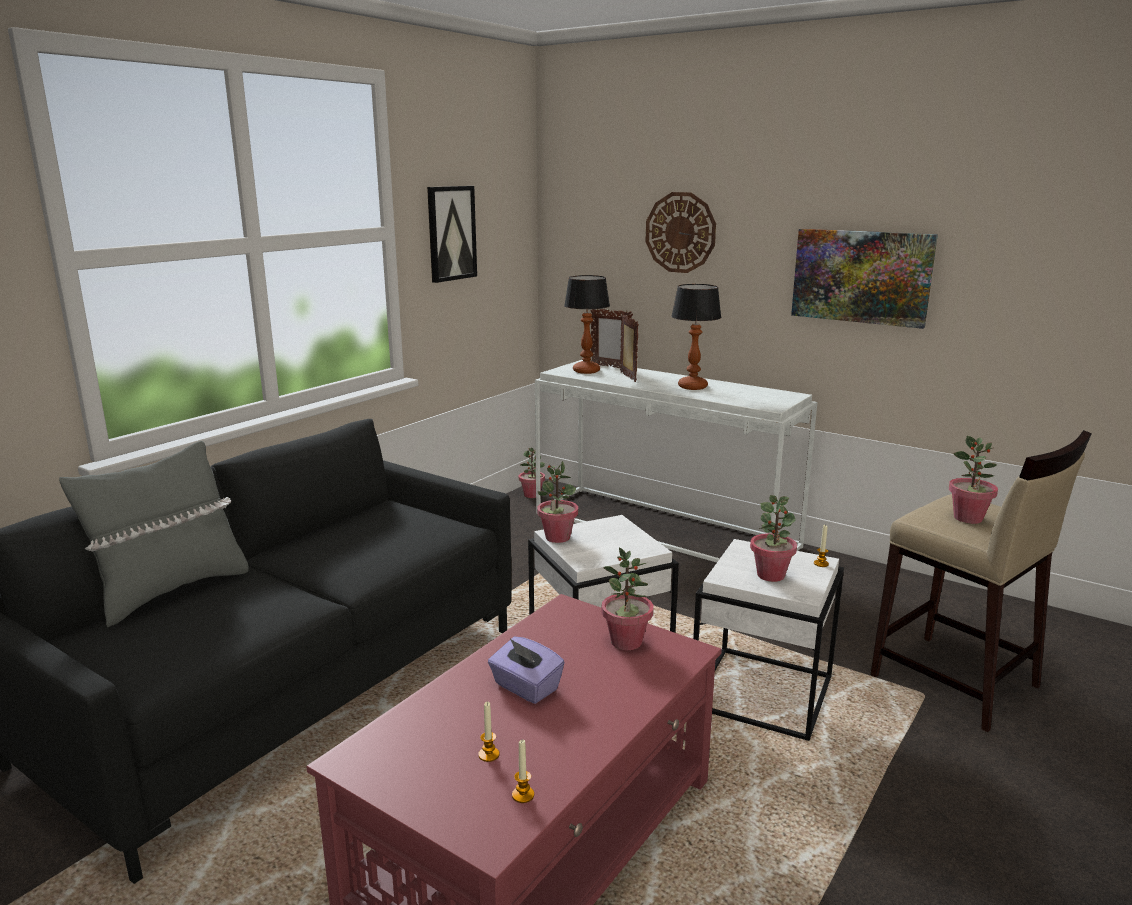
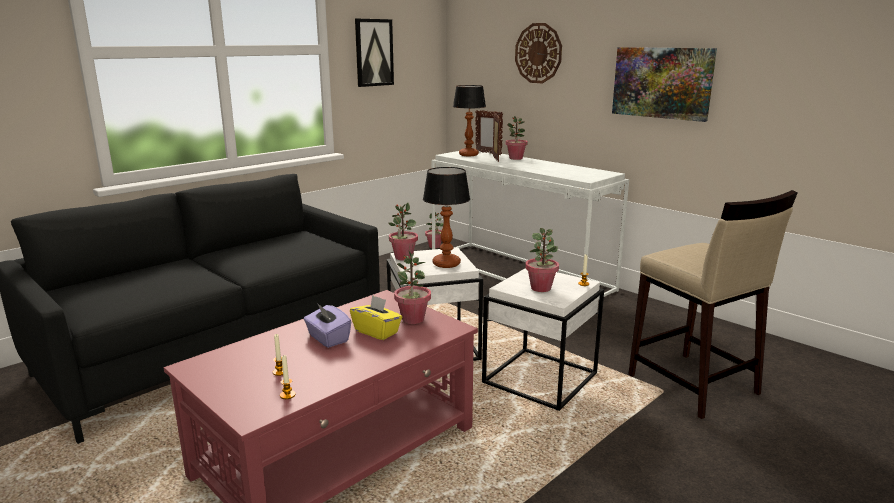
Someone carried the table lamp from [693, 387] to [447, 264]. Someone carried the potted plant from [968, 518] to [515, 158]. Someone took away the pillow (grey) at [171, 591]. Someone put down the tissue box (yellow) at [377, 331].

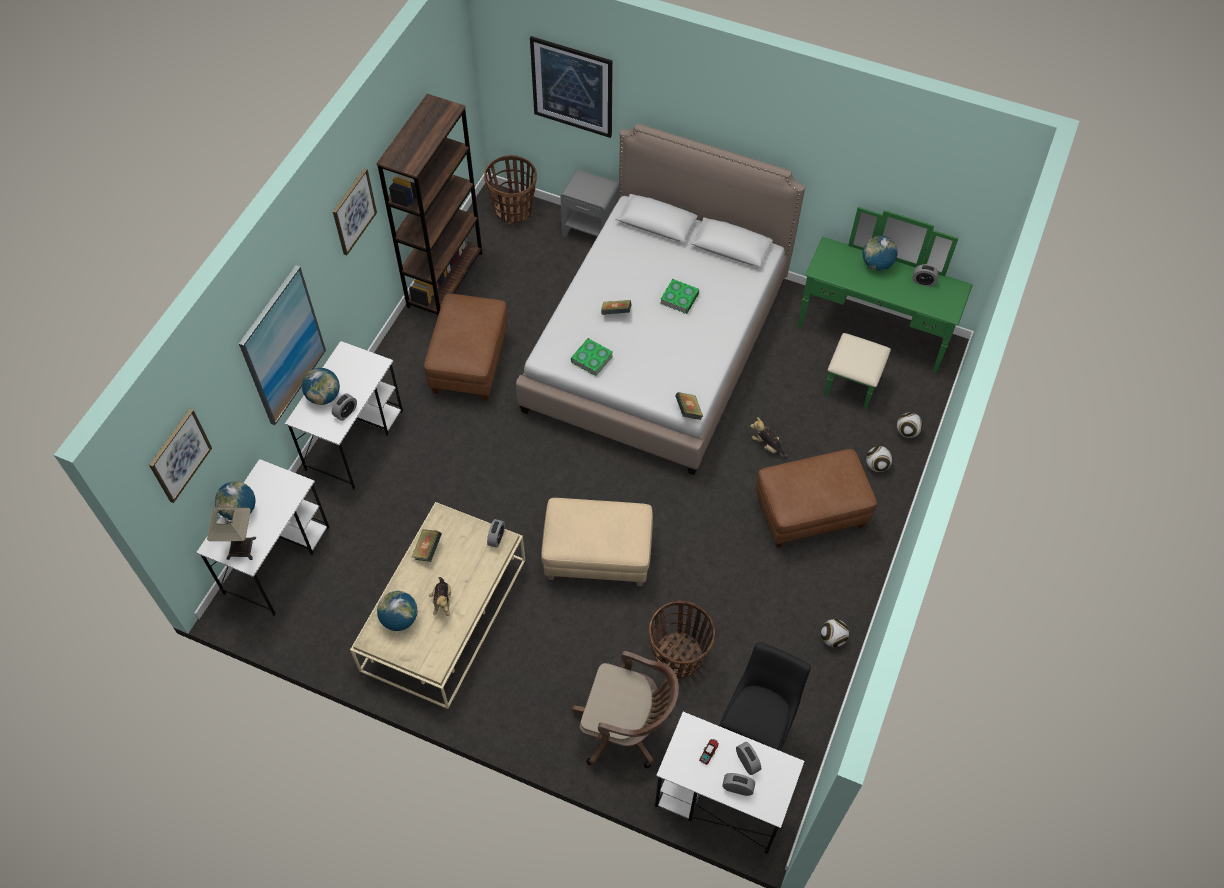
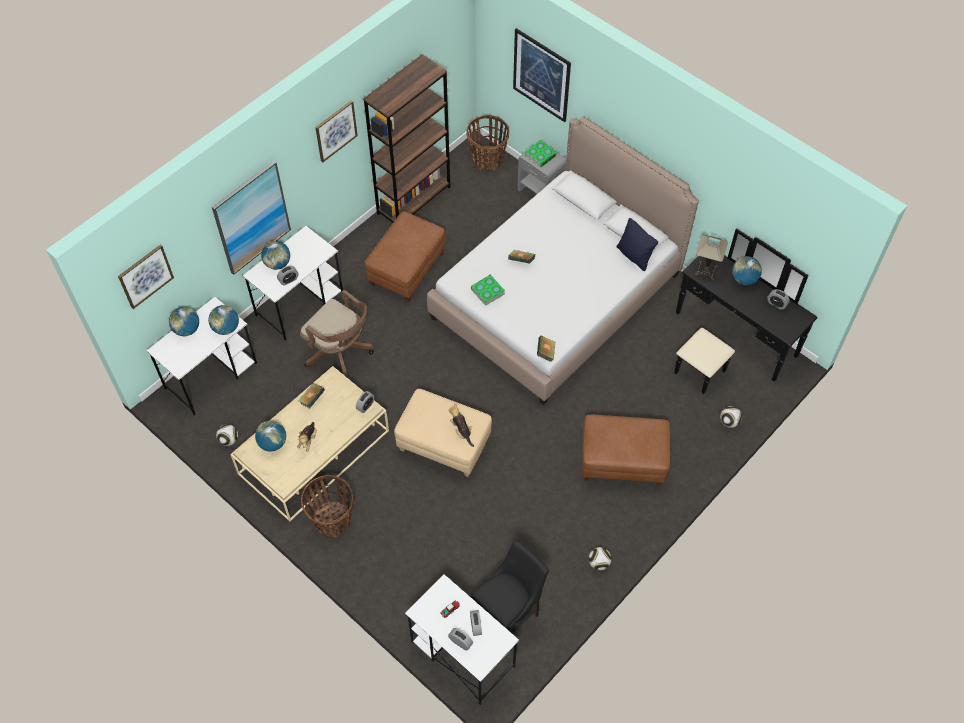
Someone repainted the dresser (green) at [869, 344], which became the dresser (black) at [728, 343]. Someone carried the book from [679, 298] to [540, 155]. Someone carried the plush toy from [767, 446] to [461, 431]. Someone carried the football from [877, 465] to [229, 440]. Someone carried the table lamp from [241, 548] to [706, 270]. Someone carried the basket from [678, 656] to [332, 520]. Someone carried the office chair (brown) from [626, 728] to [340, 353]. Someone put down the pillow (black) at [634, 256]. Someone put down the globe at [226, 328].

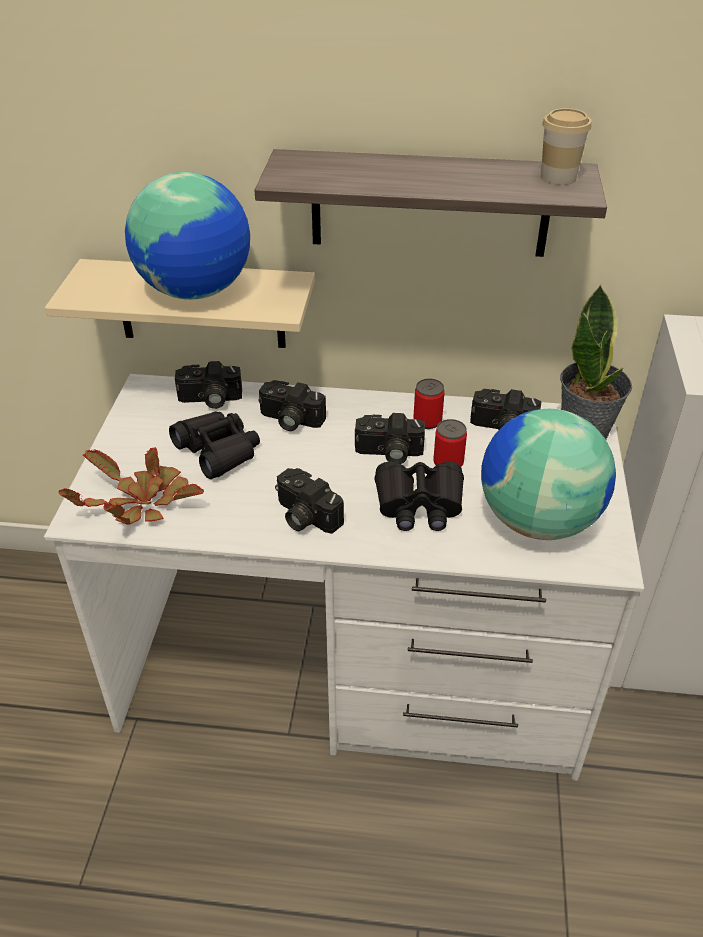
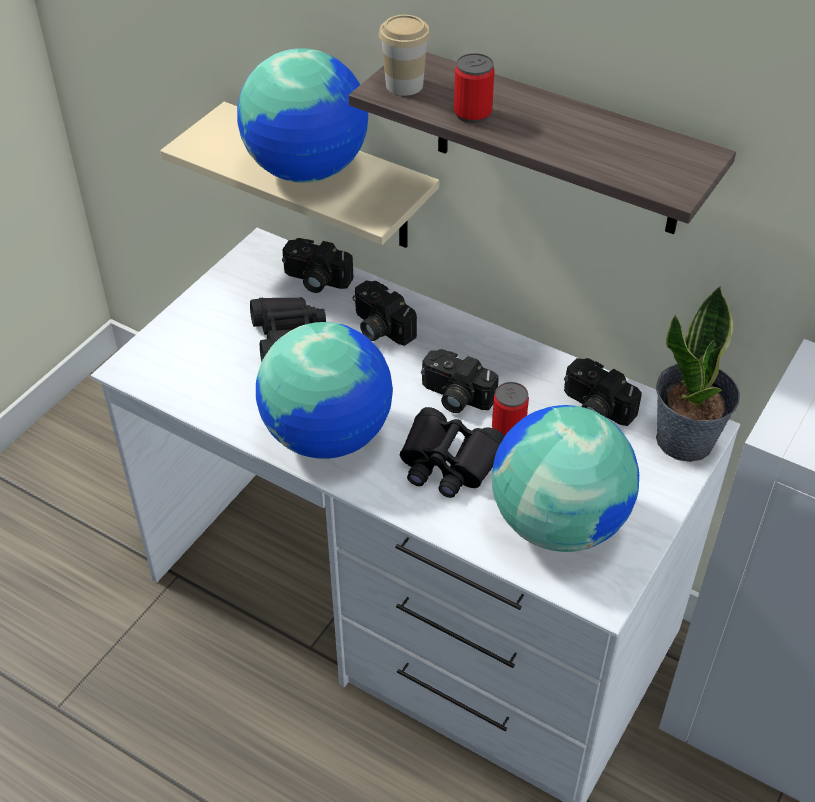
Someone carried the cup from [558, 178] to [404, 85]. Someone carried the can from [427, 421] to [472, 113]. Someone took away the potted plant at [141, 503]. Someone swapped the photo camera at [304, 516] for the globe at [328, 436].

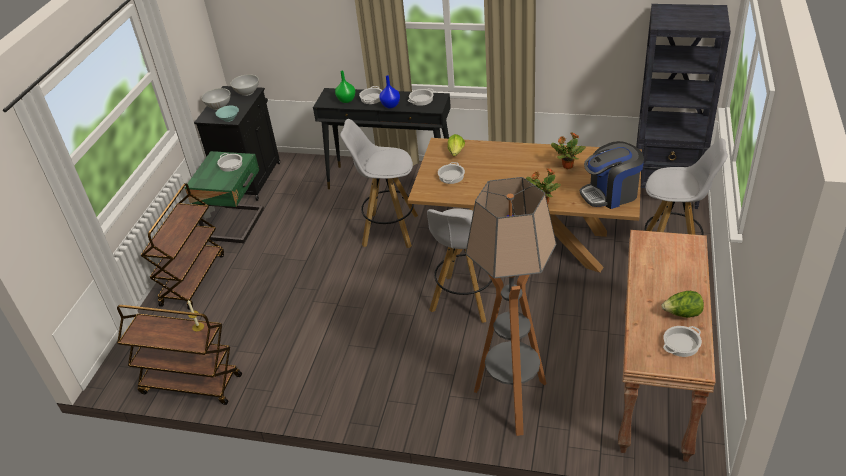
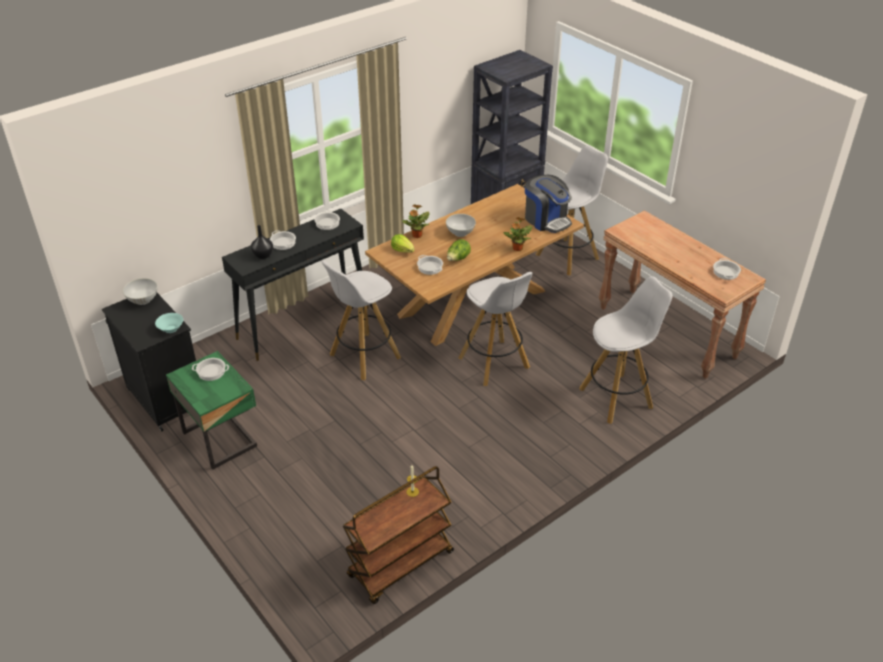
Someone repainted the vase (green) at [347, 100], which became the vase (black) at [263, 255]. Someone took away the vase (blue) at [391, 105]. Someone carried the bowl (white) from [219, 106] to [460, 233]. Someone carried the potted plant from [567, 166] to [416, 235]. Someone rotated the coffee machine at [610, 194] by 60 degrees counterclockwise. Someone swapped the floor lamp at [512, 401] for the stool (white) at [617, 398]. Someone took away the cart (brown) at [193, 279]. Someone carried the lettuce from [682, 314] to [458, 259].

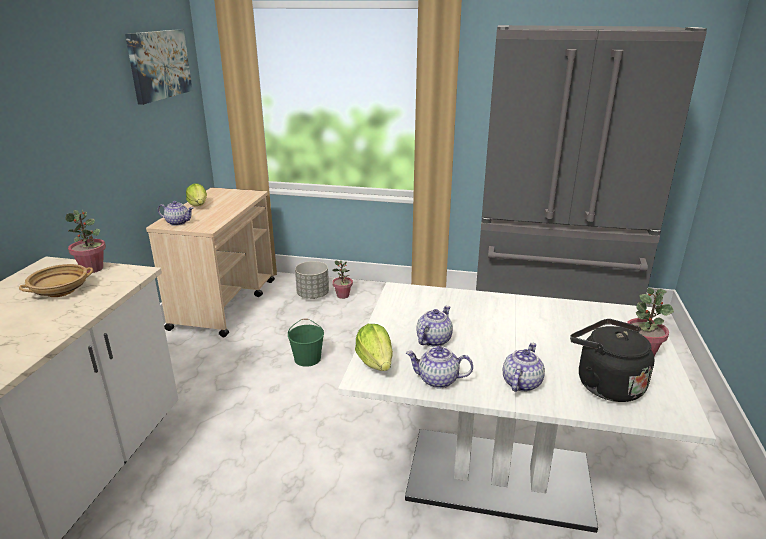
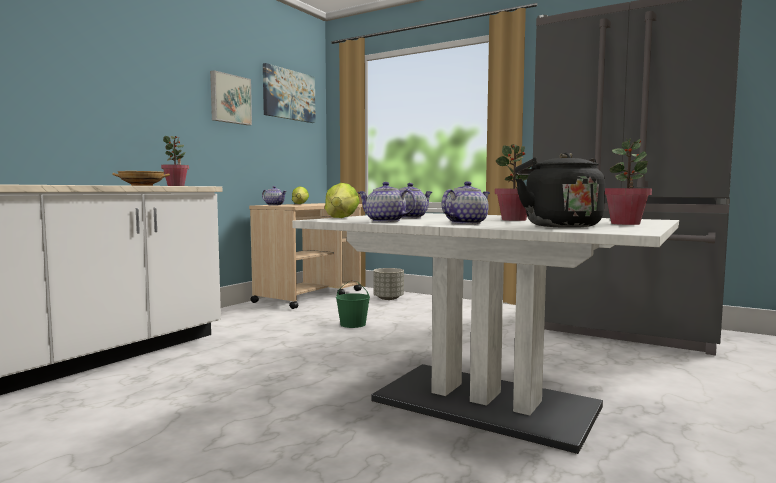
Someone carried the potted plant from [343, 295] to [514, 220]. Someone put up the picture at [230, 99].

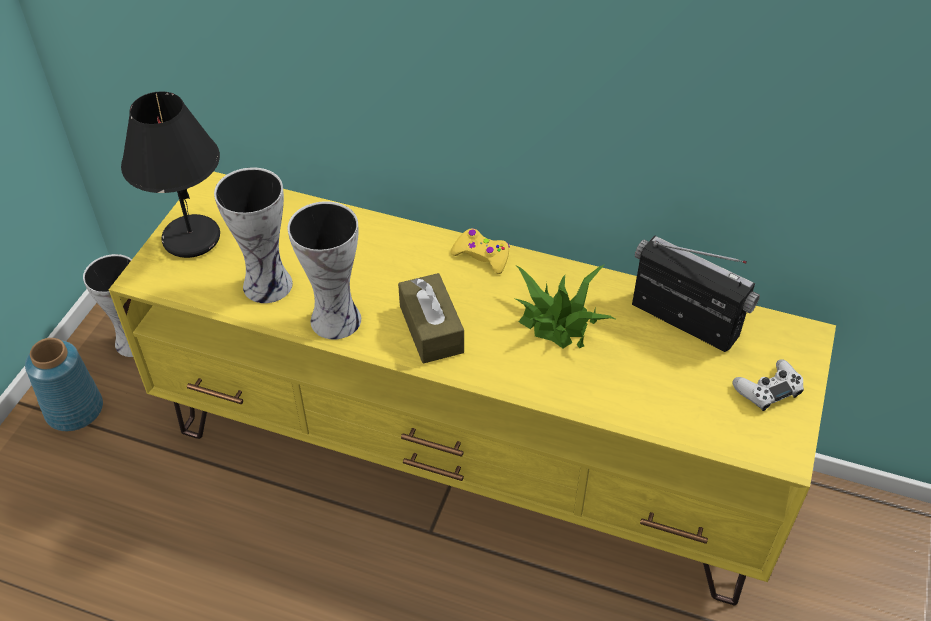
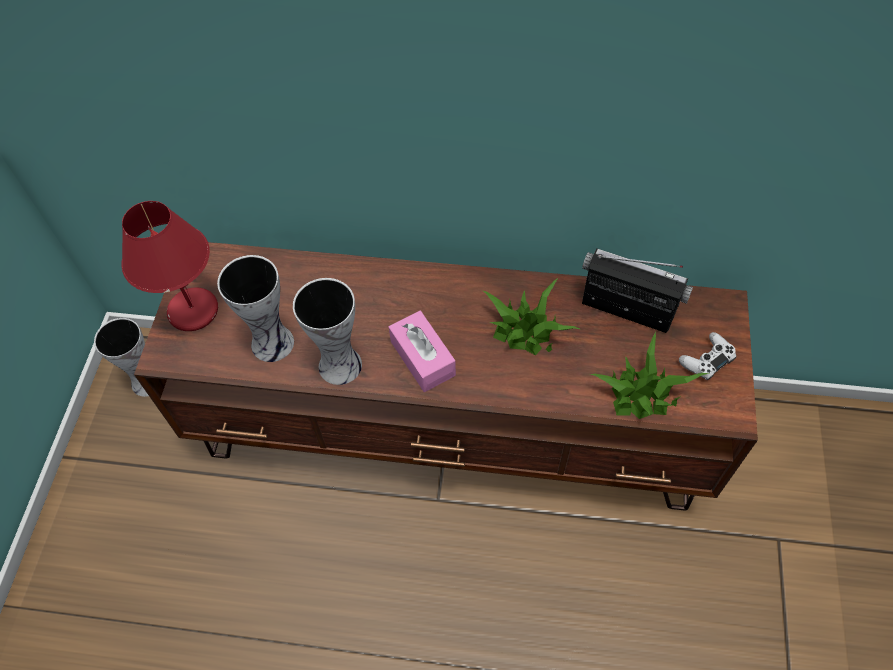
Someone repainted the table lamp (black) at [190, 238], which became the table lamp (red) at [192, 311]. Someone repainted the tv stand (yellow) at [468, 456], which became the tv stand (brown) at [452, 428]. Someone took away the game controller (yellow) at [482, 256]. Someone repainted the tissue box (brown) at [431, 329], which became the tissue box (pink) at [422, 358]. Someone took away the vase (blue) at [74, 409]. Someone put down the potted plant at [642, 394].

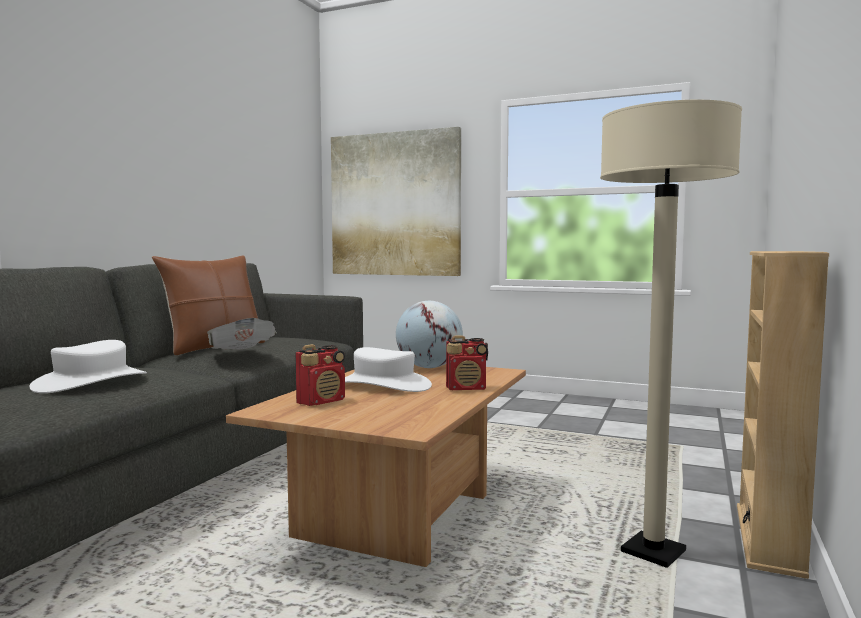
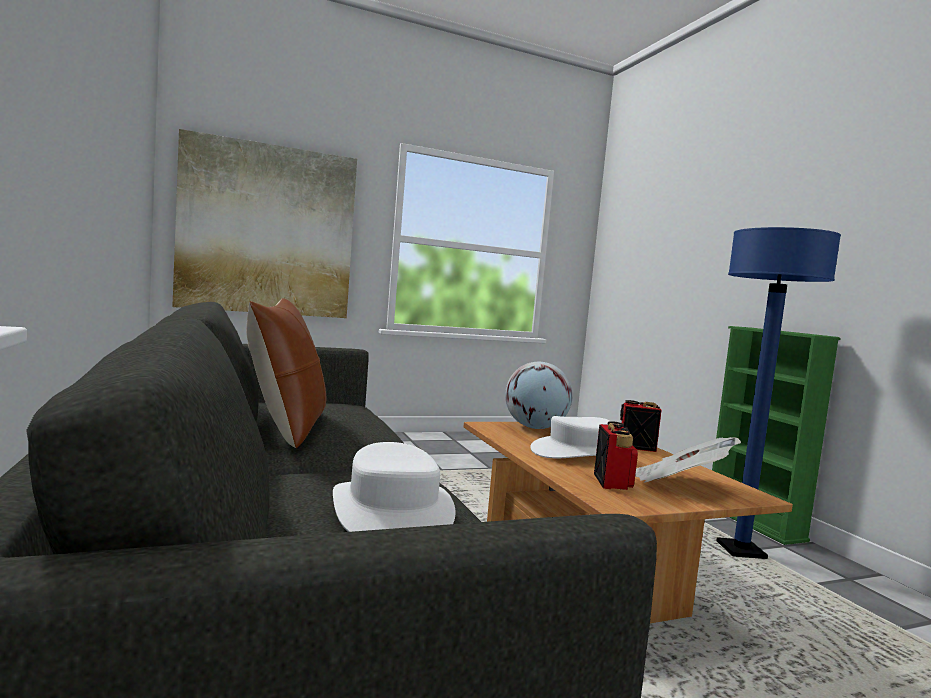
Someone repainted the floor lamp (beige) at [653, 552], which became the floor lamp (blue) at [741, 550]. Someone repainted the bookcase (beige) at [769, 539], which became the bookcase (green) at [754, 522]. Someone carried the newspaper from [242, 354] to [678, 484]. Someone rotated the radio at [467, 389] by 120 degrees counterclockwise.

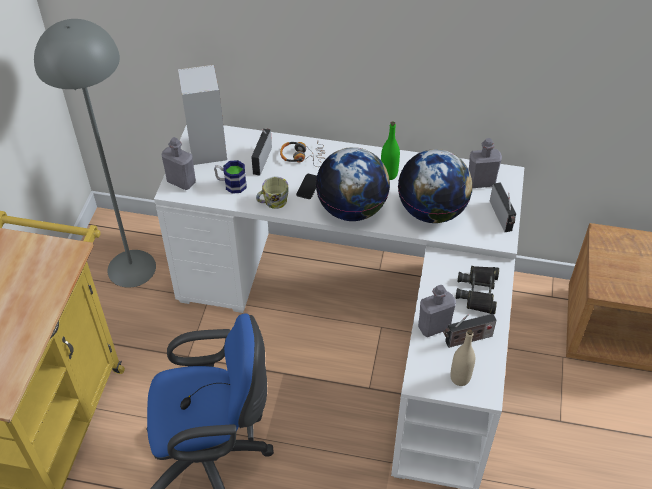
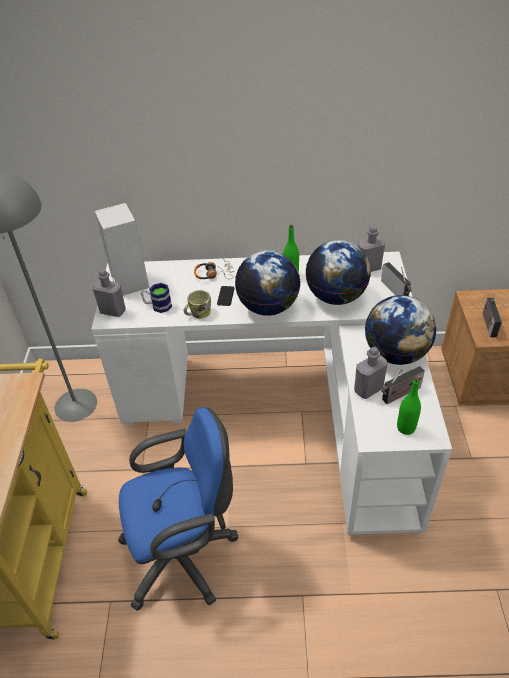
Someone carried the radio from [262, 159] to [488, 323]. Someone swapped the binoculars (black) at [478, 292] for the globe at [396, 354]. Someone repainted the bottle (beige) at [460, 378], which became the bottle (green) at [406, 428].

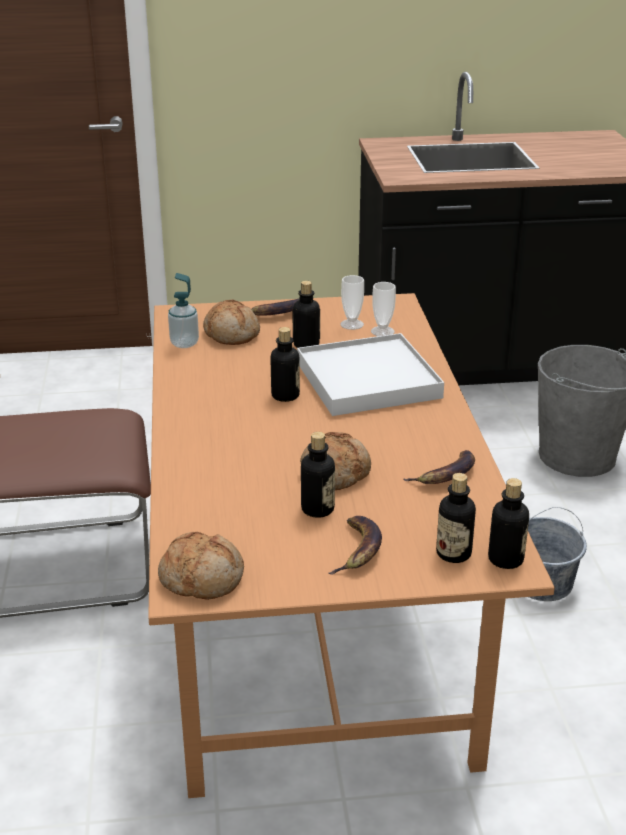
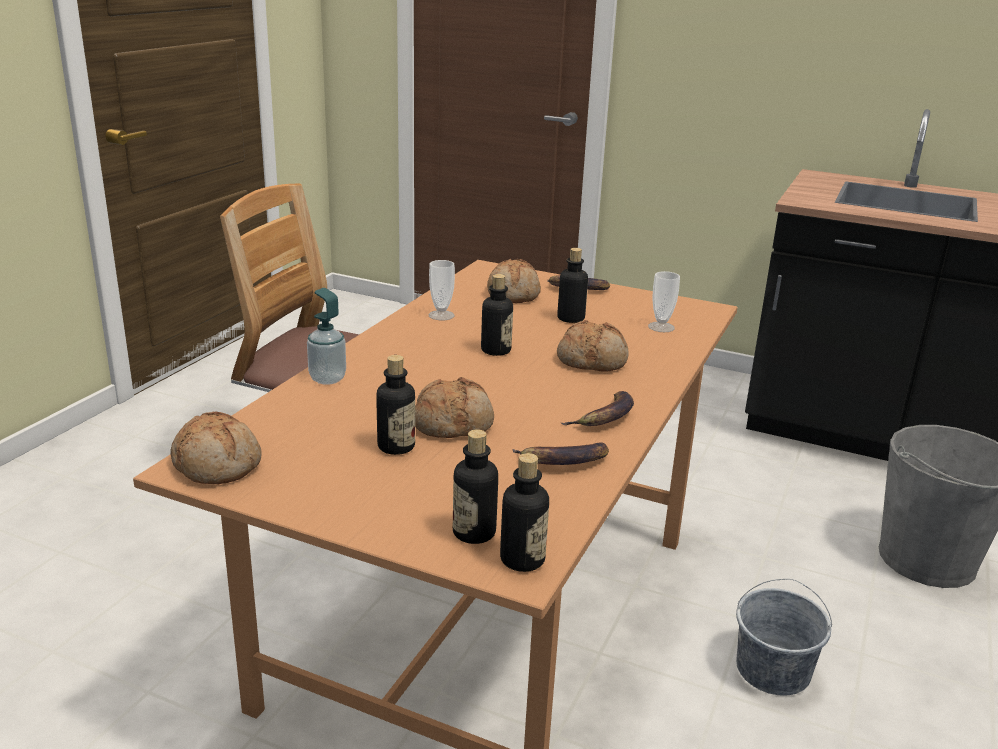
Someone carried the soap dispenser from [184, 343] to [327, 379]. Someone carried the cup from [352, 324] to [441, 315]. Someone swapped the tray (white) at [368, 380] for the bread at [592, 360]. Someone carried the banana from [358, 550] to [605, 417].

